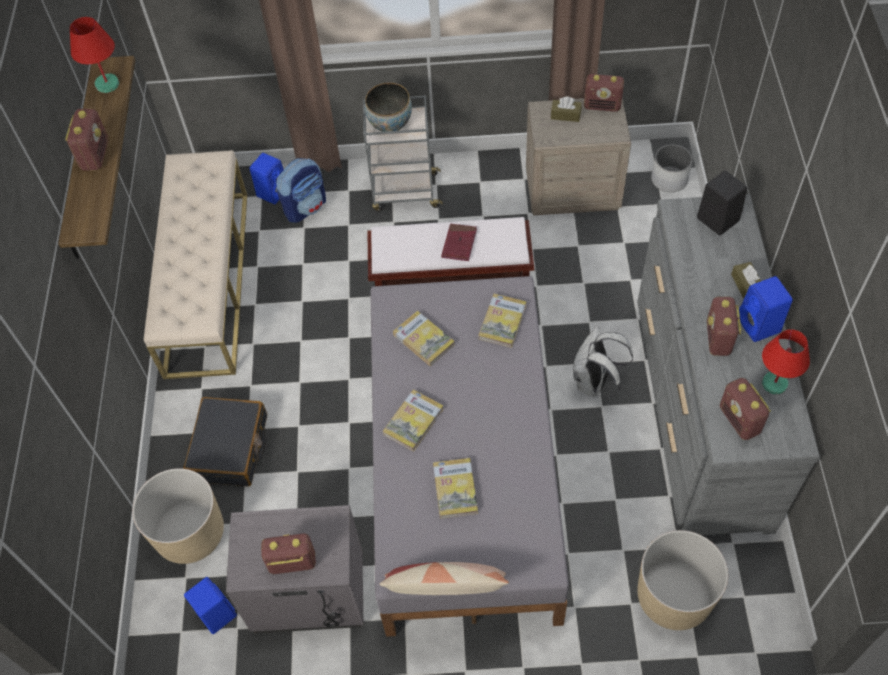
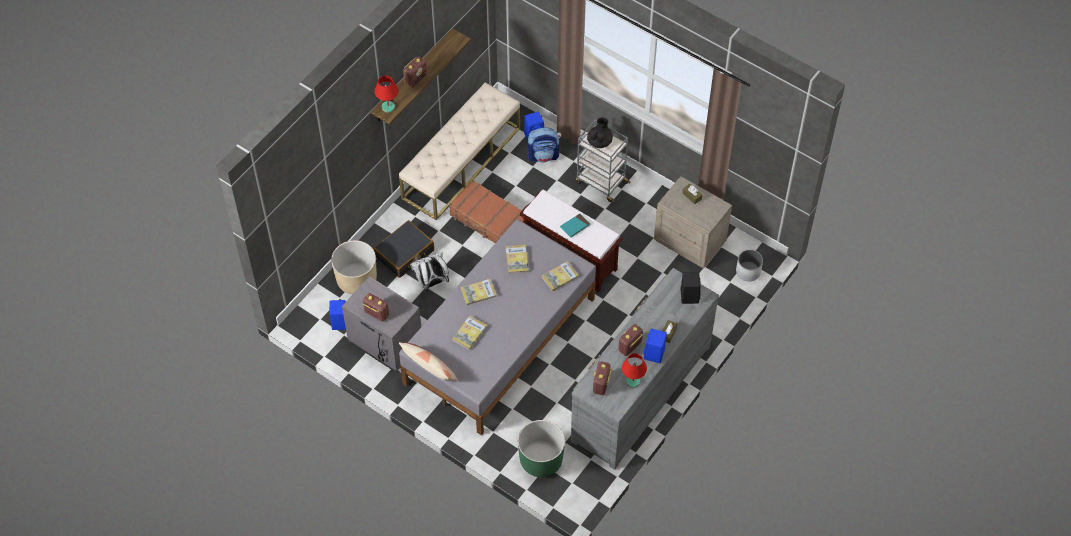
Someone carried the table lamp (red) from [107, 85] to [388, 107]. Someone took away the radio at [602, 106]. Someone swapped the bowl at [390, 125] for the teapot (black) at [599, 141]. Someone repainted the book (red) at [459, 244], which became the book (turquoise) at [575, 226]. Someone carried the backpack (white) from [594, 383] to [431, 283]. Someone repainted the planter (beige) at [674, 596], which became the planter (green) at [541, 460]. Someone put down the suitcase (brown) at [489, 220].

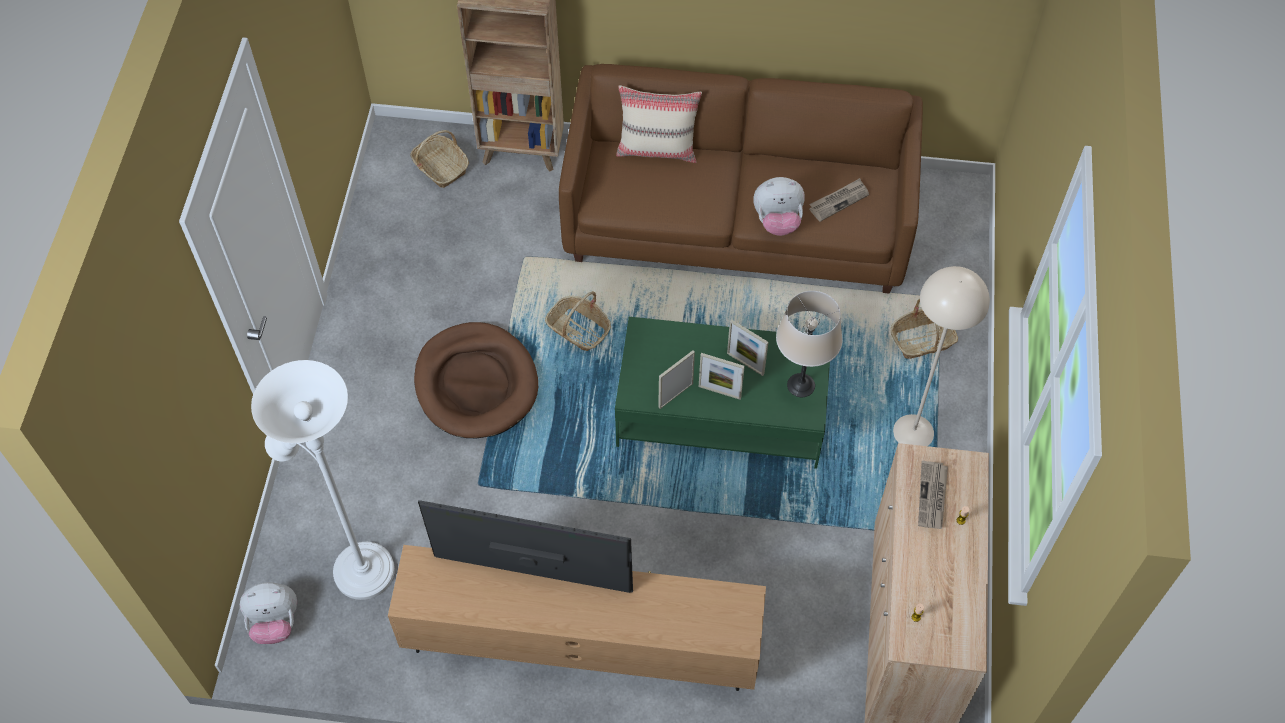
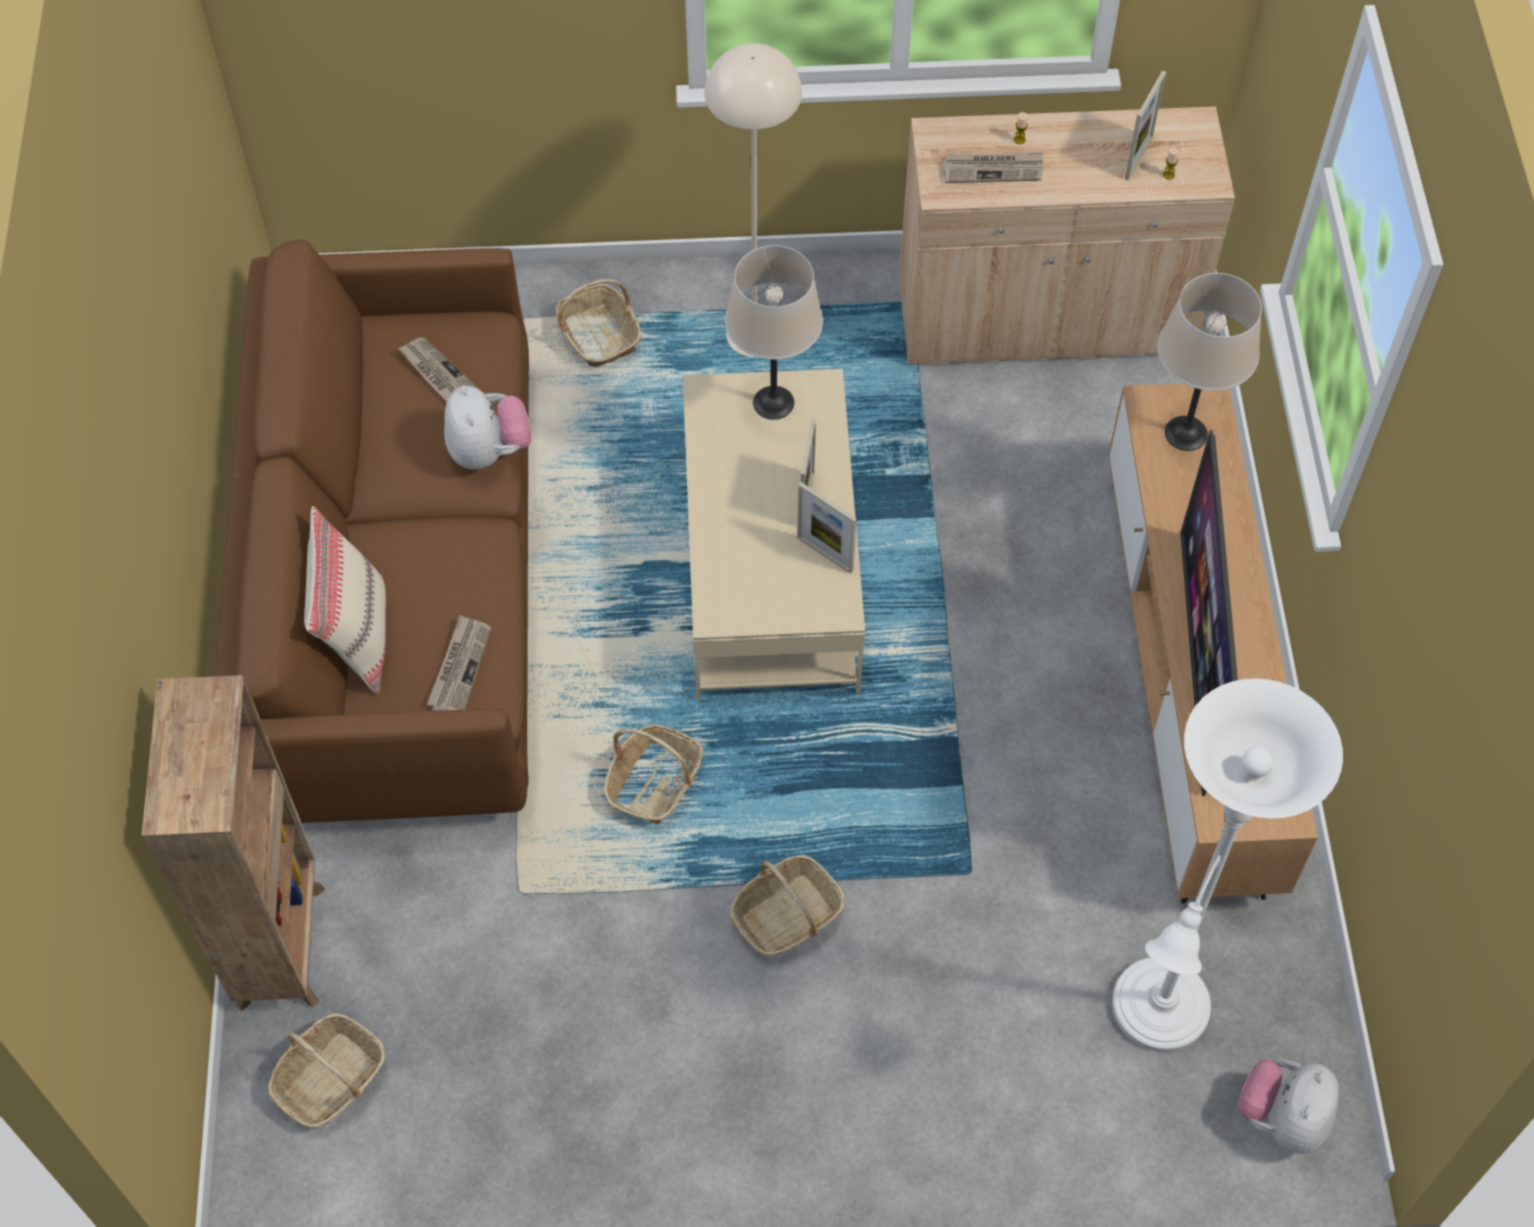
Someone repainted the coffee table (green) at [721, 412], which became the coffee table (beige) at [769, 565]. Someone carried the picture frame from [745, 363] to [1138, 157]. Someone swapped the dog bed (brown) at [476, 383] for the basket at [787, 916]. Someone rotated the plush toy at [275, 622] by 135 degrees counterclockwise. Someone put down the table lamp (beige) at [1185, 433]. Someone put down the newspaper at [459, 667].

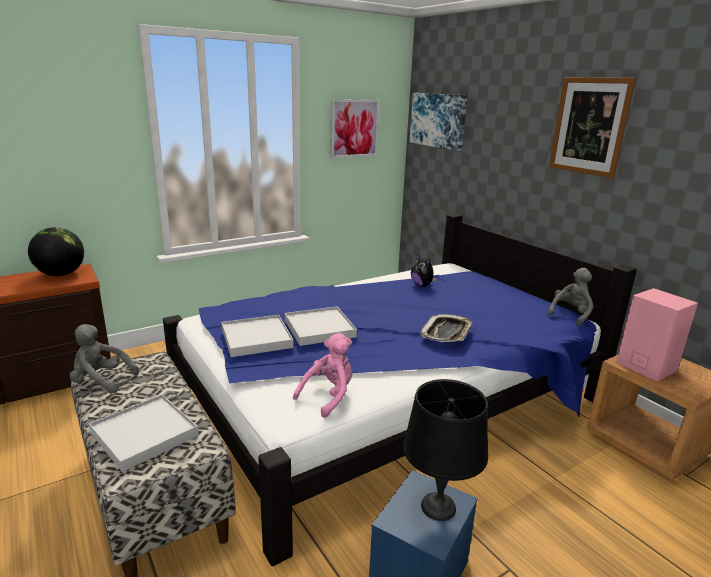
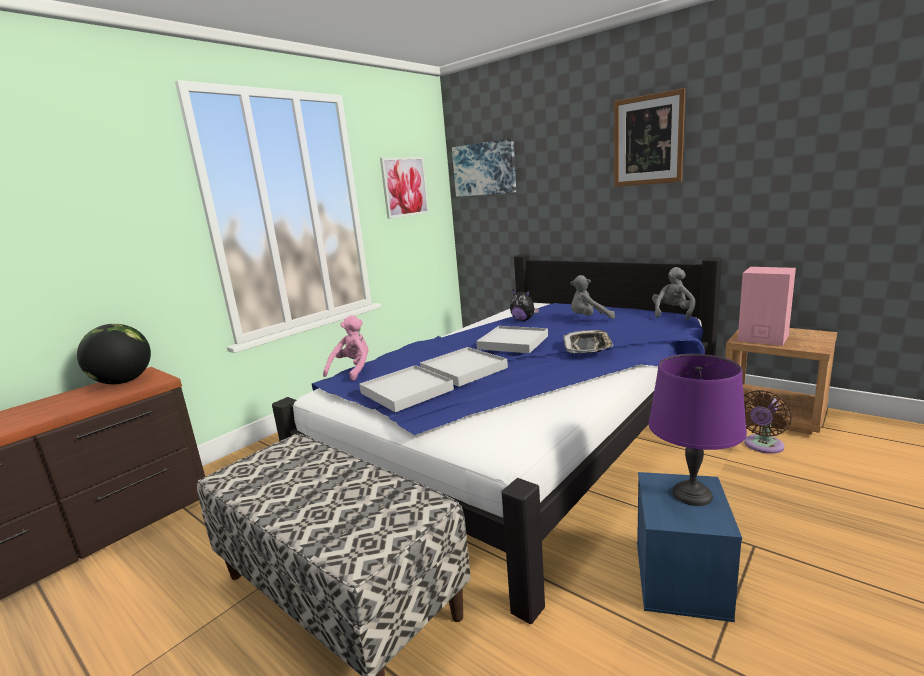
Someone carried the plush toy (grey) from [101, 381] to [589, 319]. Someone carried the plush toy (pink) from [328, 396] to [352, 370]. Someone repainted the table lamp (black) at [438, 508], which became the table lamp (purple) at [693, 495]. Someone carried the tray (white) from [144, 434] to [513, 342]. Someone put down the fan (brown) at [762, 446].

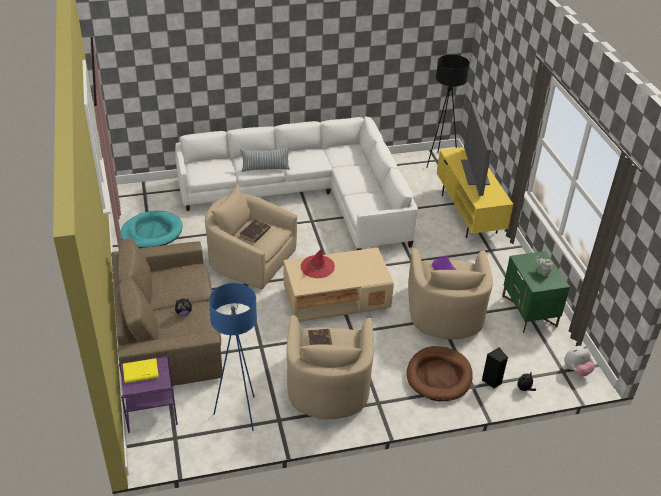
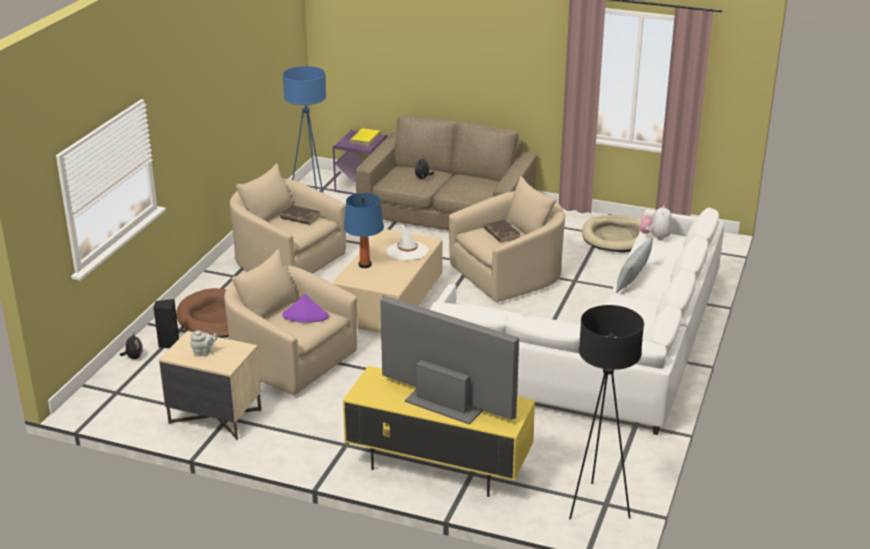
Someone repainted the dog bed (turquoise) at [151, 232], which became the dog bed (beige) at [615, 237]. Someone repainted the hat (red) at [317, 267], which became the hat (white) at [407, 251]. Someone repainted the nightstand (green) at [529, 312], which became the nightstand (beige) at [214, 417]. Someone carried the plush toy from [576, 370] to [655, 237]. Someone put down the table lamp (blue) at [364, 265].

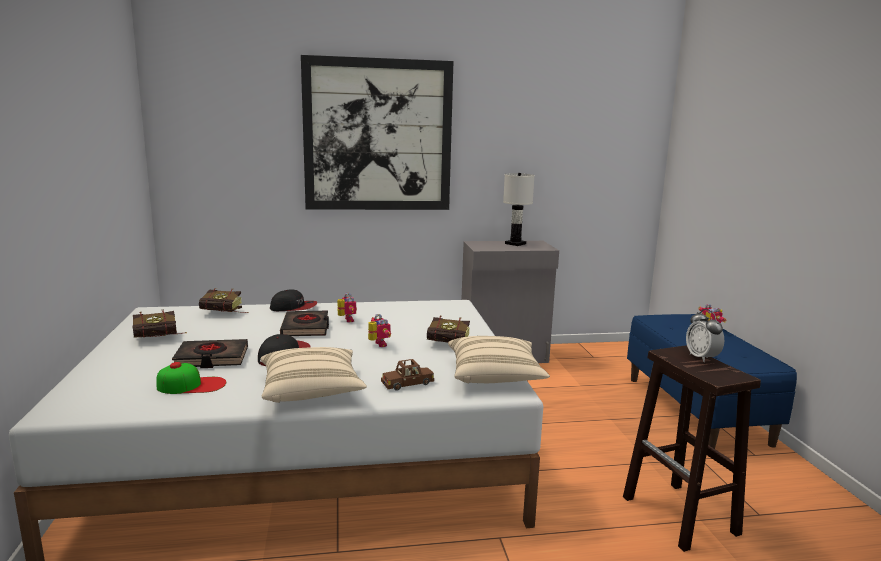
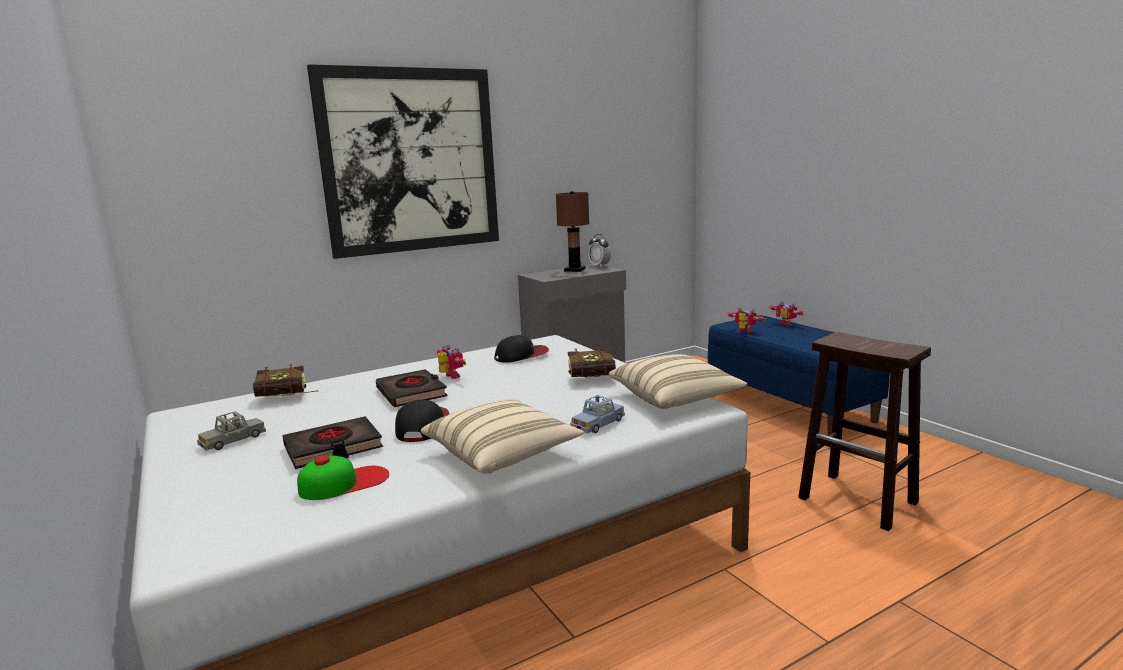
Someone repainted the table lamp (white) at [515, 243], which became the table lamp (brown) at [574, 270]. Someone carried the cap from [294, 308] to [521, 356]. Someone swapped the book at [161, 338] for the toy car (grey) at [233, 440]. Someone carried the alarm clock from [702, 357] to [599, 266]. Someone carried the toy robot from [377, 344] to [744, 332]. Someone repainted the toy car (brown) at [408, 383], which became the toy car (blue) at [598, 424].

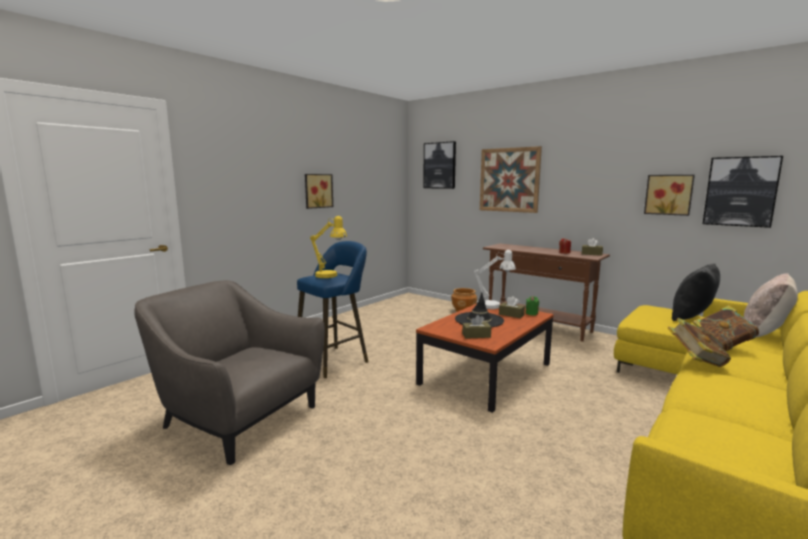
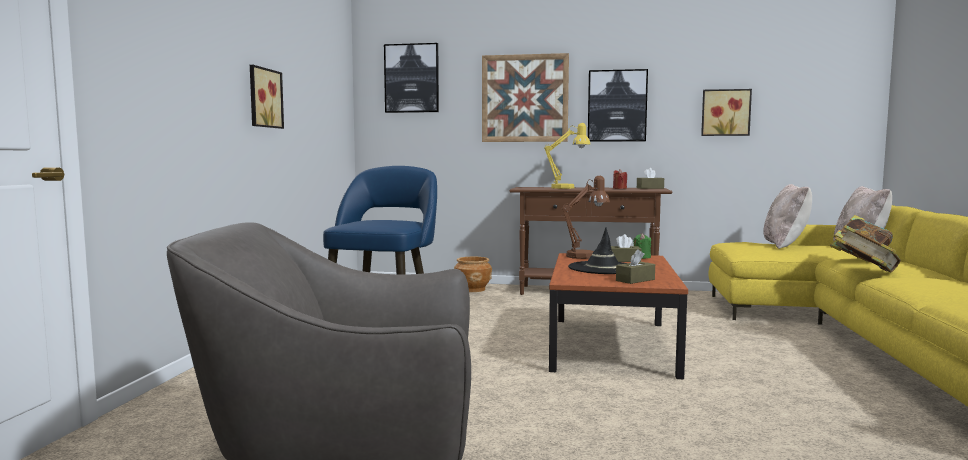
Someone carried the picture from [740, 191] to [617, 106]. Someone carried the table lamp (yellow) from [330, 276] to [568, 188]. Someone repainted the table lamp (white) at [494, 306], which became the table lamp (brown) at [585, 256]. Someone repainted the pillow (black) at [692, 317], which became the pillow (beige) at [785, 245].

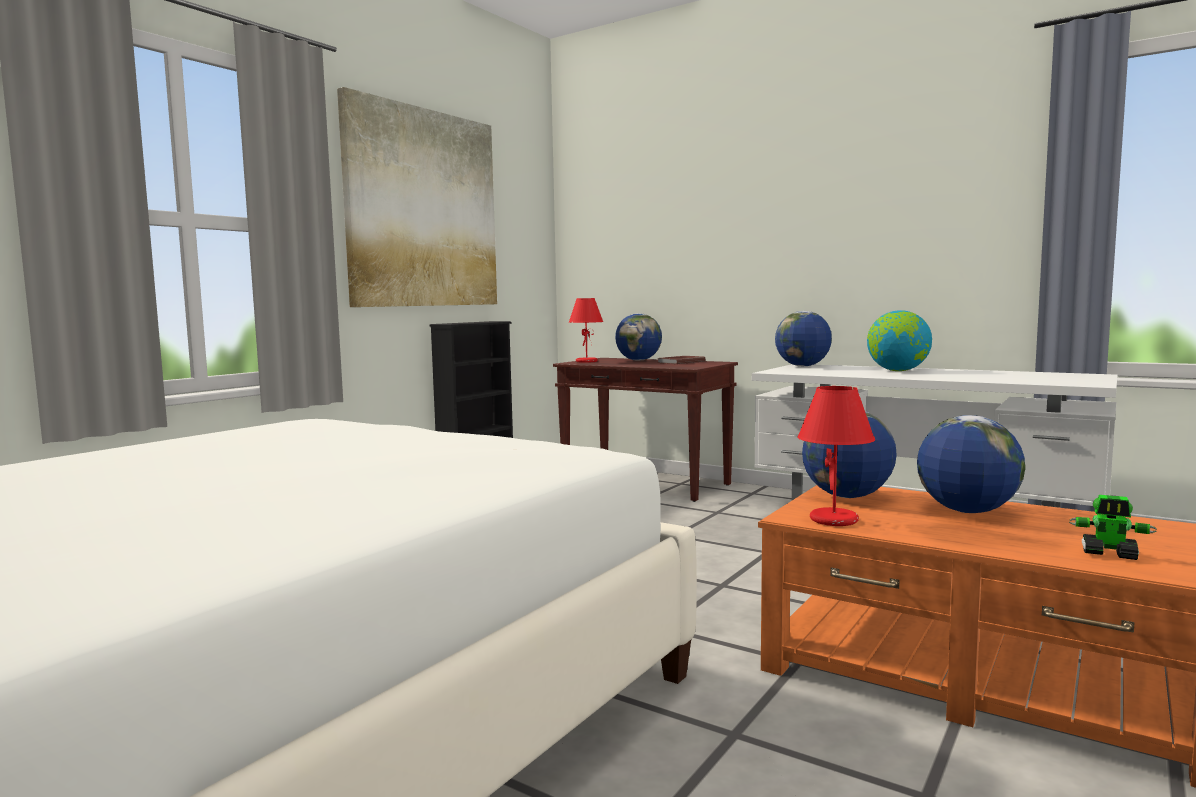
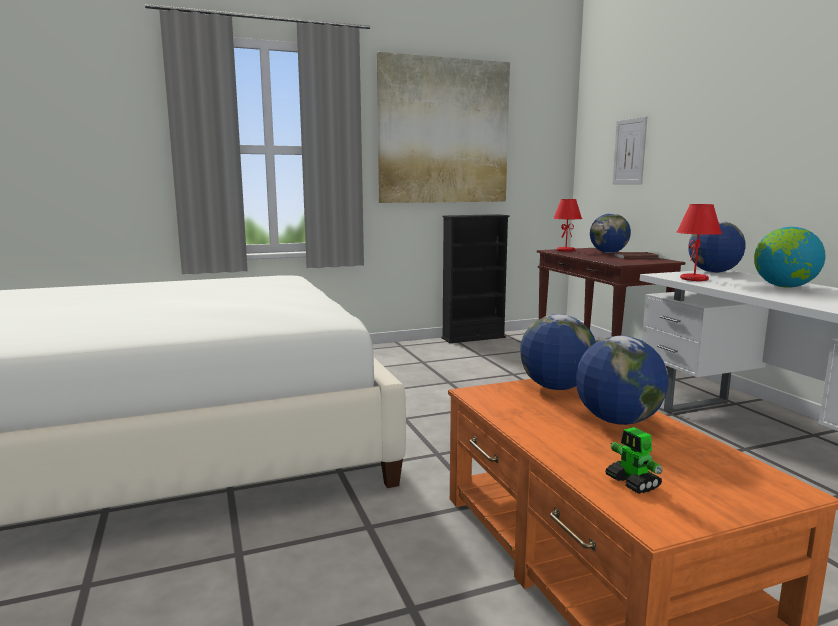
Someone carried the table lamp (red) from [834, 520] to [694, 279]. Someone put up the picture at [629, 151].

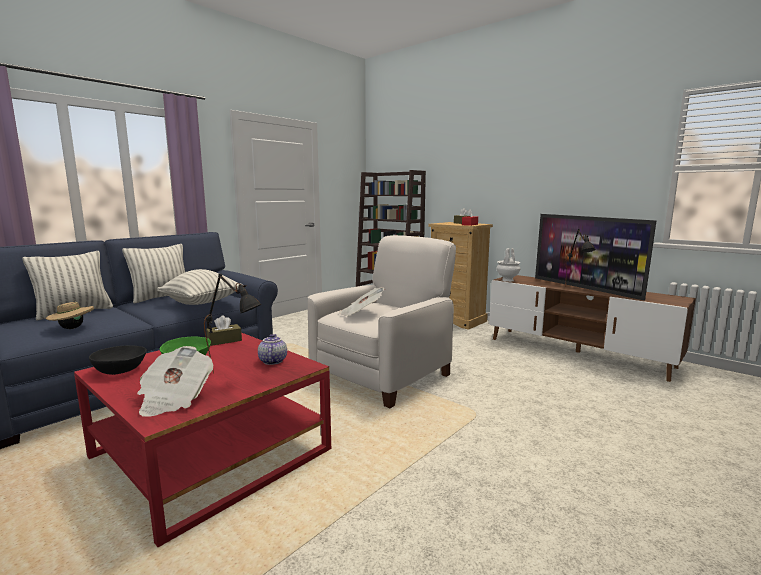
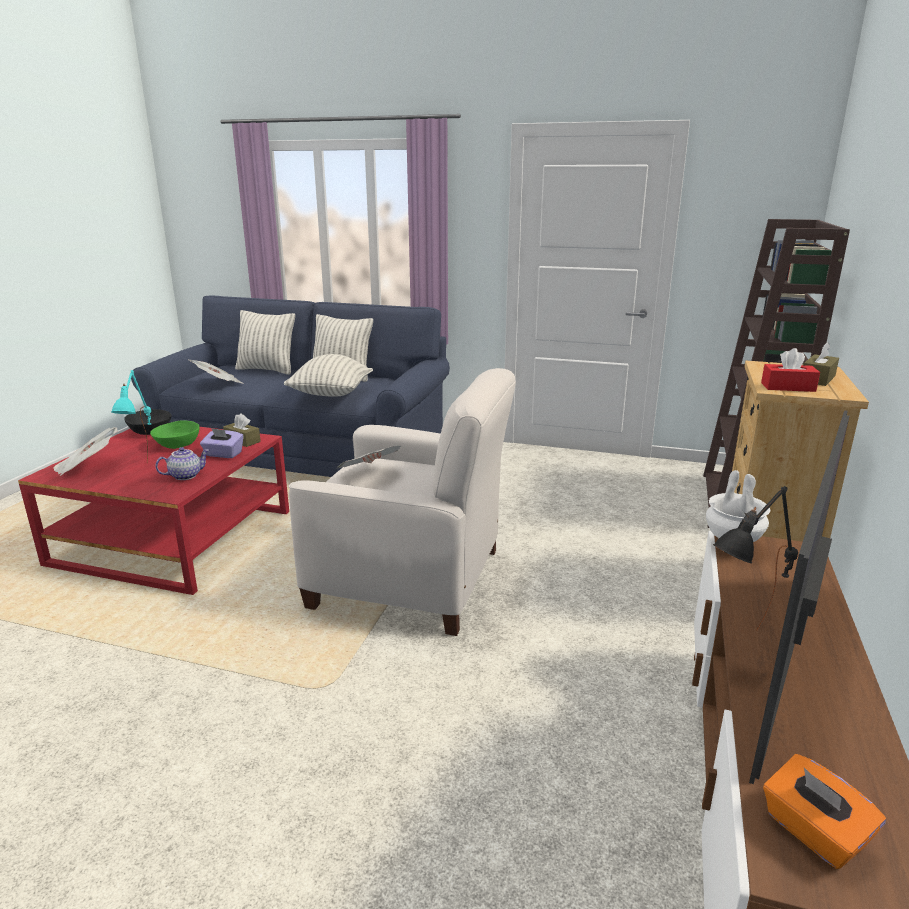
Someone repainted the table lamp (black) at [236, 374], which became the table lamp (turquoise) at [146, 471]. Someone swapped the hat (beige) at [72, 328] for the newspaper at [219, 384]. Someone put down the tissue box (purple) at [223, 454]. Someone put down the tissue box (orange) at [813, 832].

